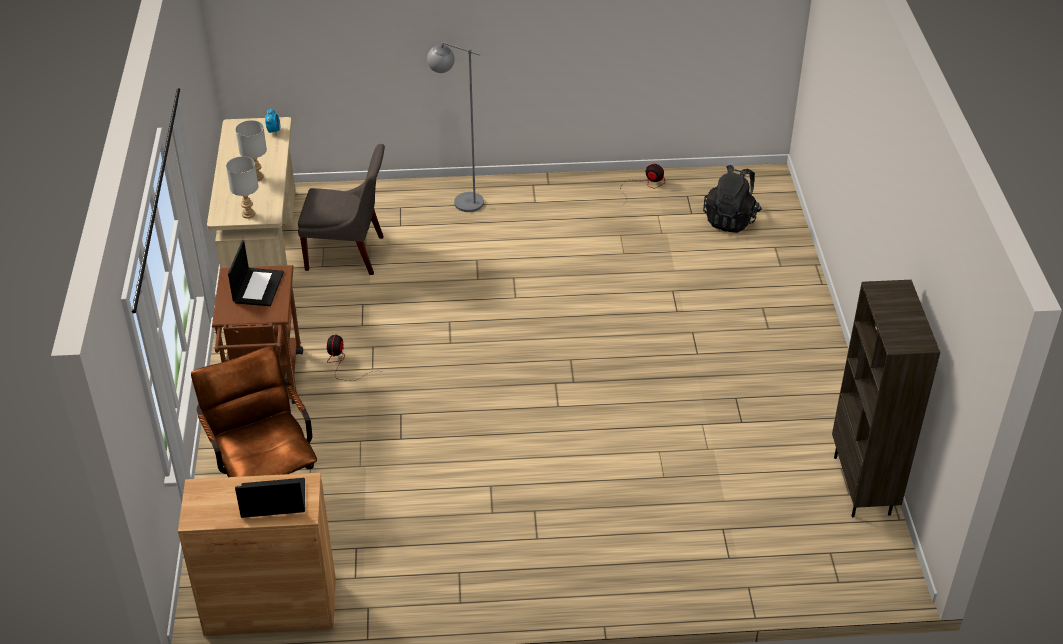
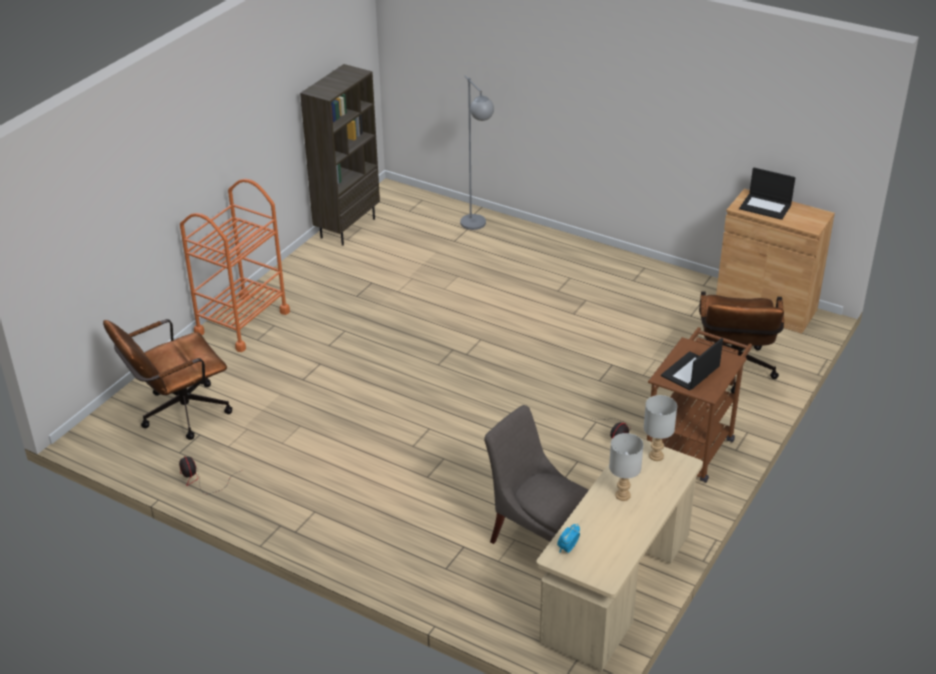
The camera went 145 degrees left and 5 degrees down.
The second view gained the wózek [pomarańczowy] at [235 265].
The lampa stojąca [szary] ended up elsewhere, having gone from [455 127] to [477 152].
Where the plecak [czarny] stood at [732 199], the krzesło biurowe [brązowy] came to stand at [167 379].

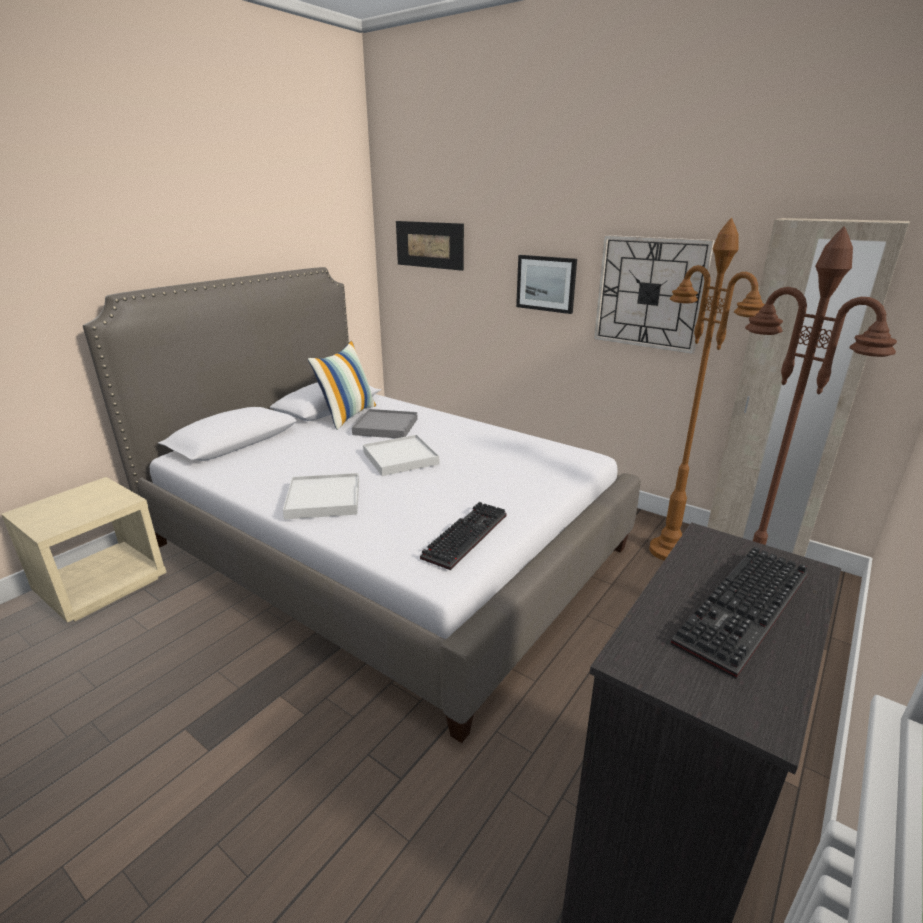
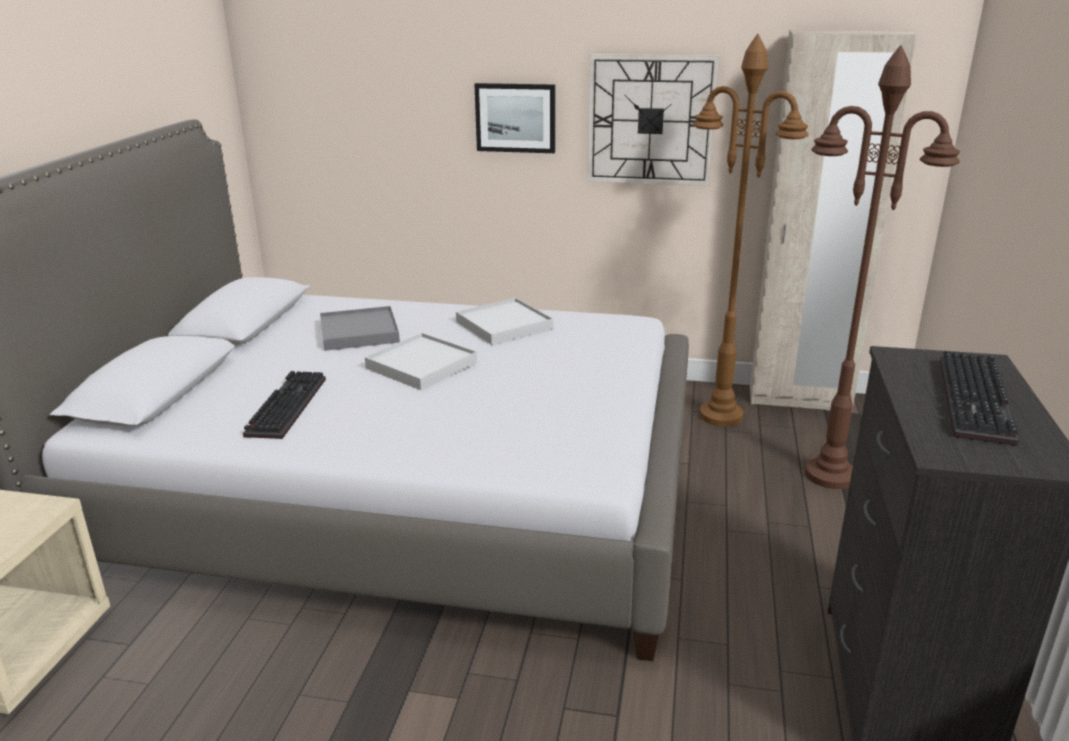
The camera went 25 degrees left and 0 degrees up.
The second view lost the poduszka at [342 385].
The second view lost the obraz at [430 246].
The taca [biały] ended up elsewhere, having gone from [321 496] to [504 321].
The klawiatura ended up elsewhere, having gone from [463 536] to [284 405].

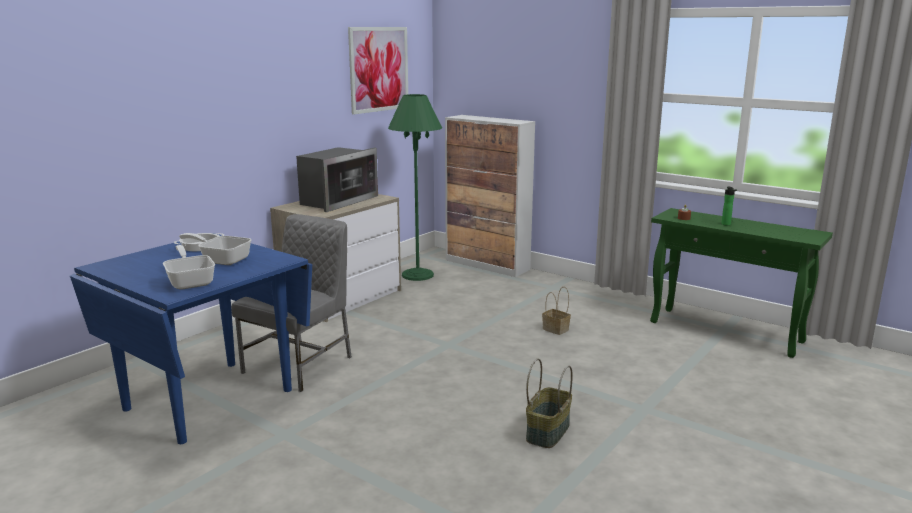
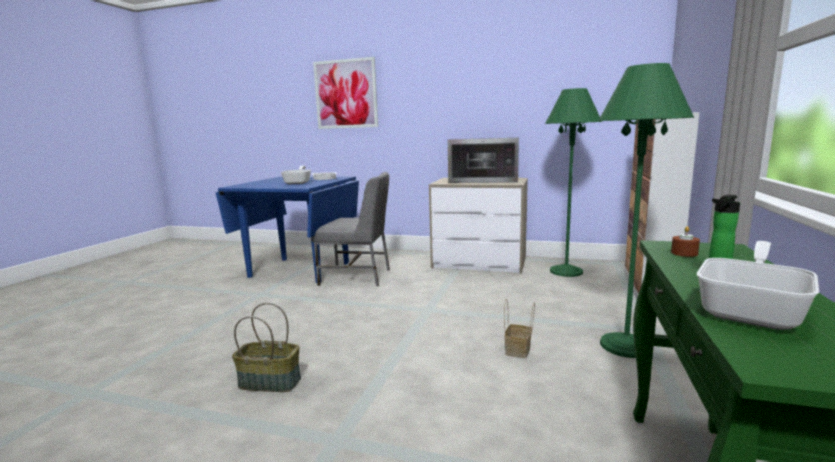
The camera went 70 degrees right and 5 degrees down.
The second view gained the lampa stojąca [zielony] at [646 210].
The patelnia ended up elsewhere, having gone from [189 267] to [758 285].
The obraz ended up elsewhere, having gone from [378 71] to [345 93].

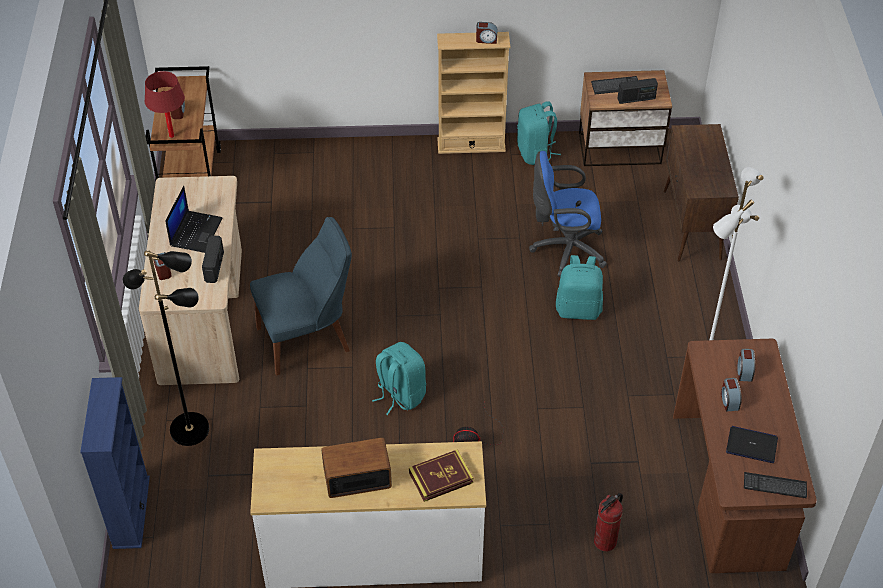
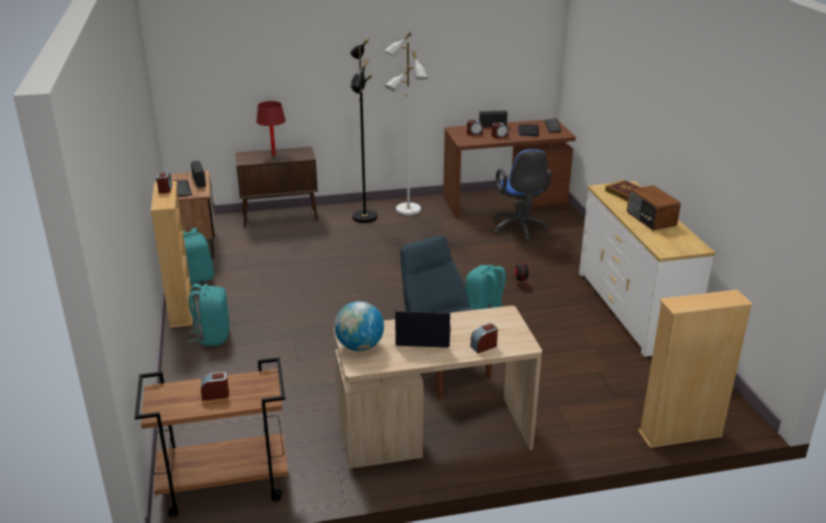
The camera went 100 degrees left and 20 degrees down.
The second view lost the gaśnica at [608 522].
The second view gained the globus at [359 326].
The lampa stojąca [czarny] ended up elsewhere, having gone from [166 348] to [364 130].
The lampa stołowa [czerwony] ended up elsewhere, having gone from [165 104] to [271 128].
The radio ended up elsewhere, having gone from [213 259] to [493 118].
The krzesło biurowe [niebieski] ended up elsewhere, having gone from [568 214] to [522 194].
The plecak [turkusowy] ended up elsewhere, having gone from [579 287] to [209 315].
What was the regał [niebieski] at [115 463] turned into the regał [beżowy] at [695 369].

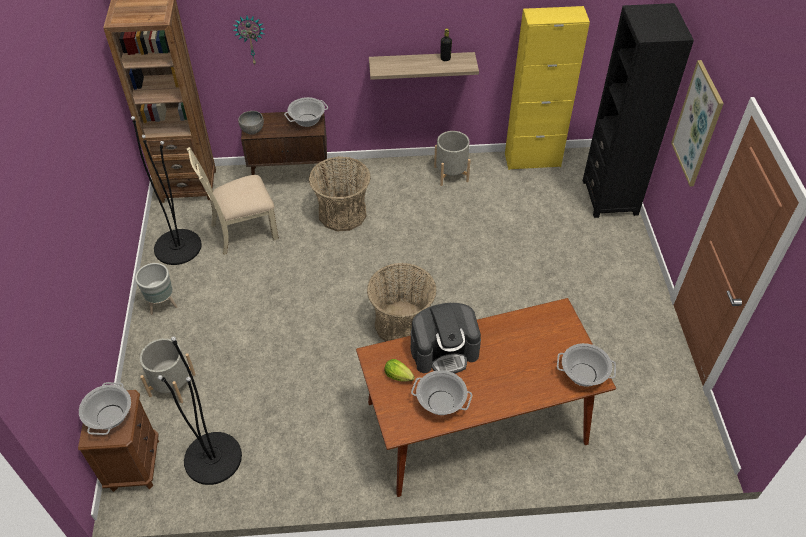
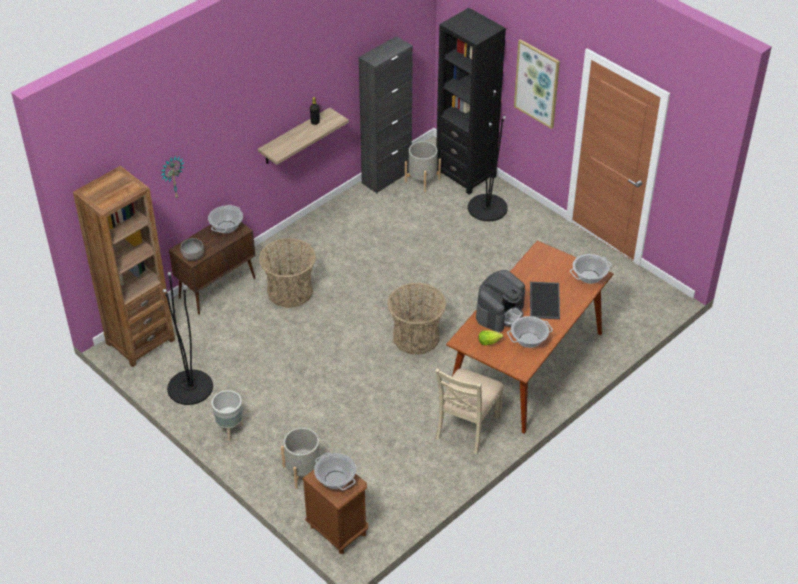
The camera went 40 degrees left and 5 degrees down.
The second view gained the taca at [545 300].
The lampa stojąca [czarny] ended up elsewhere, having gone from [200 411] to [488 155].
The krzesło [beżowy] ended up elsewhere, having gone from [233 201] to [469 411].
The donica [szary] ended up elsewhere, having gone from [452 158] to [423 166].
What was the szafka [żółty] at [547 88] turned into the szafka [czarny] at [386 114].

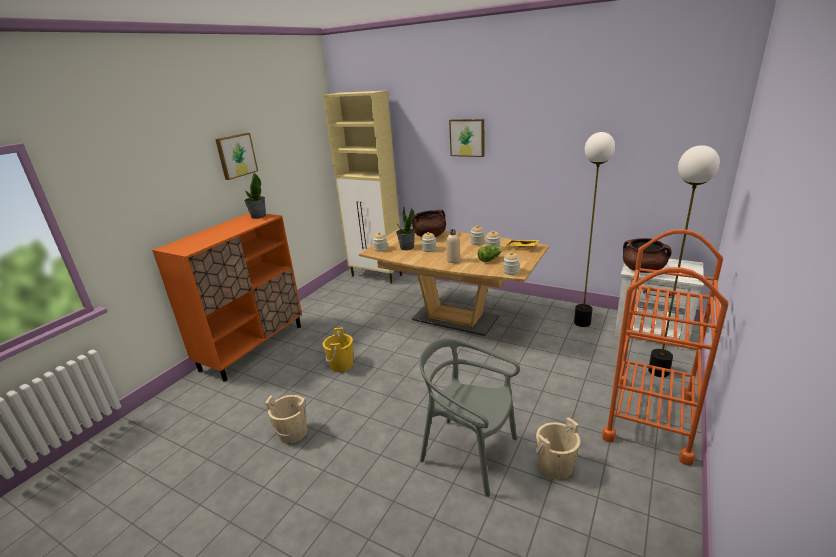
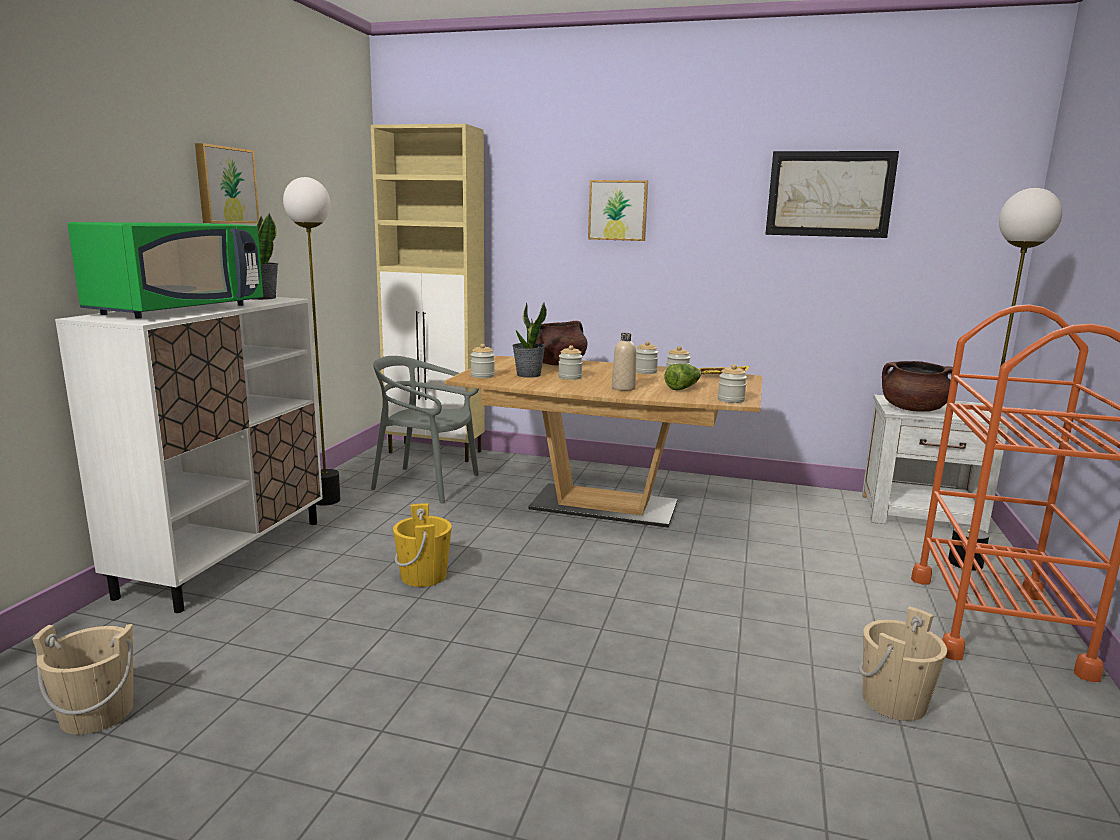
The camera went 15 degrees left and 10 degrees down.
The second view gained the mikrofalówka [zielony] at [165 270].
The second view gained the obraz at [832 194].
The wiadro [beżowy] ended up elsewhere, having gone from [286 419] to [82 679].
The krzesło [szary] ended up elsewhere, having gone from [469 417] to [425 430].
The lampa stojąca ended up elsewhere, having gone from [594 229] to [312 341].
What was the szafka [pomarańczowy] at [227 297] turned into the szafka [biały] at [189 455].

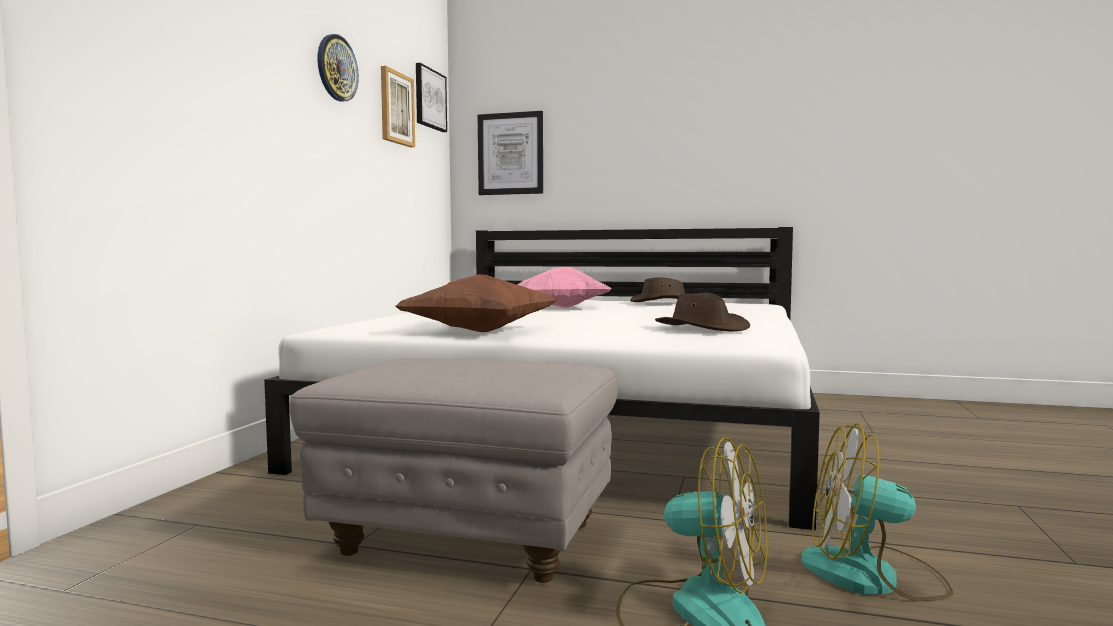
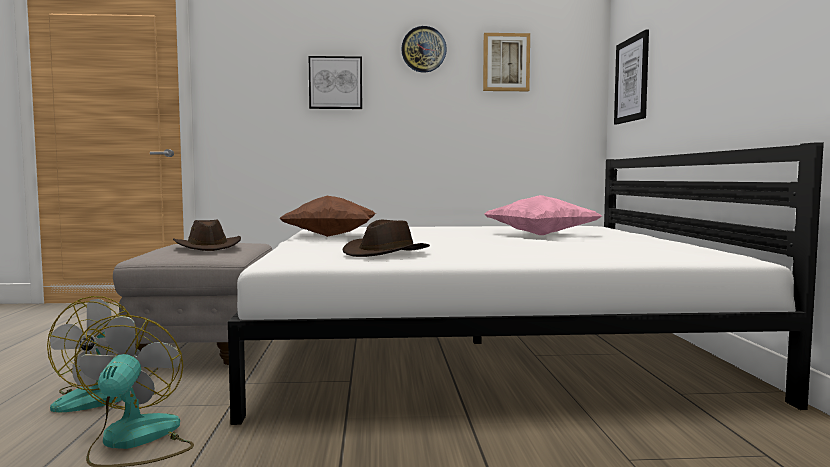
The camera went 70 degrees right and 0 degrees up.
The obraz ended up elsewhere, having gone from [431 97] to [335 82].
The kapelusz [brązowy] ended up elsewhere, having gone from [658 289] to [207 235].

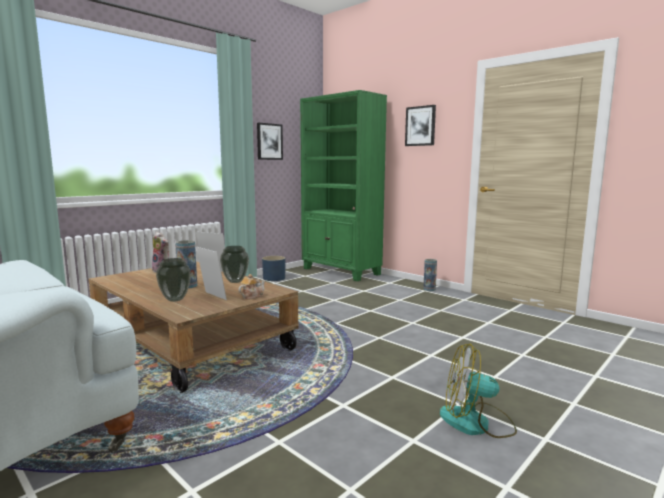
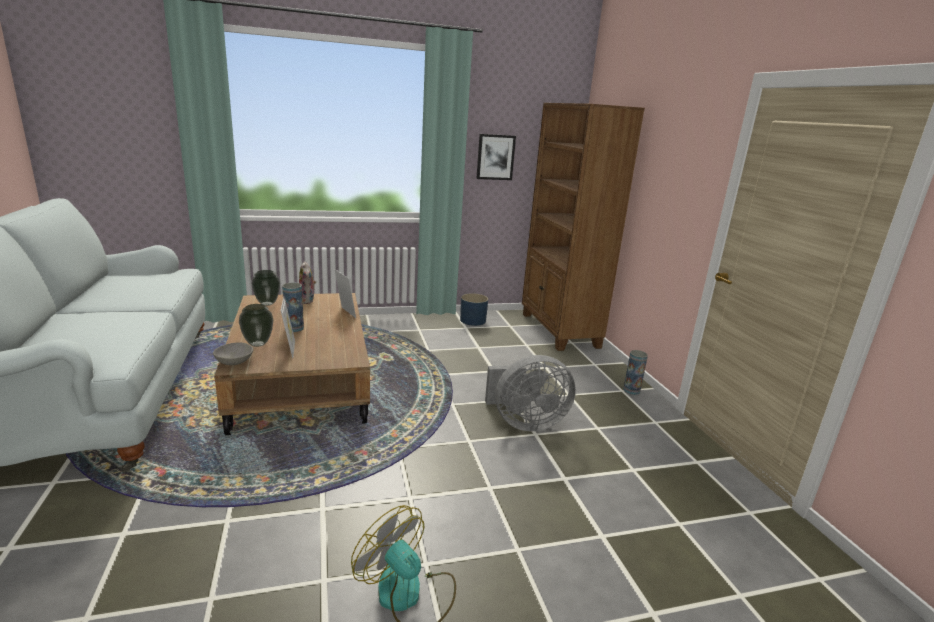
The camera went 30 degrees right and 10 degrees up.
The second view lost the imbryk at [251 287].
The second view lost the obraz at [420 125].
The second view gained the miska [szary] at [233 353].
The second view gained the wentylator [szary] at [530 393].
The wazon ended up elsewhere, having gone from [234 264] to [265 288].
What was the regał [zielony] at [343 185] turned into the regał [brązowy] at [583 227].

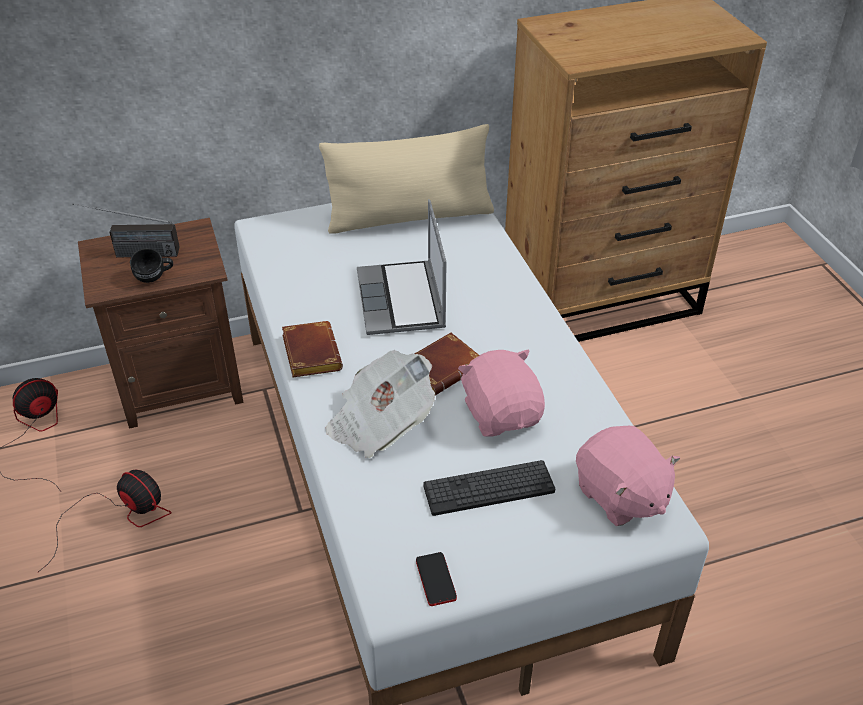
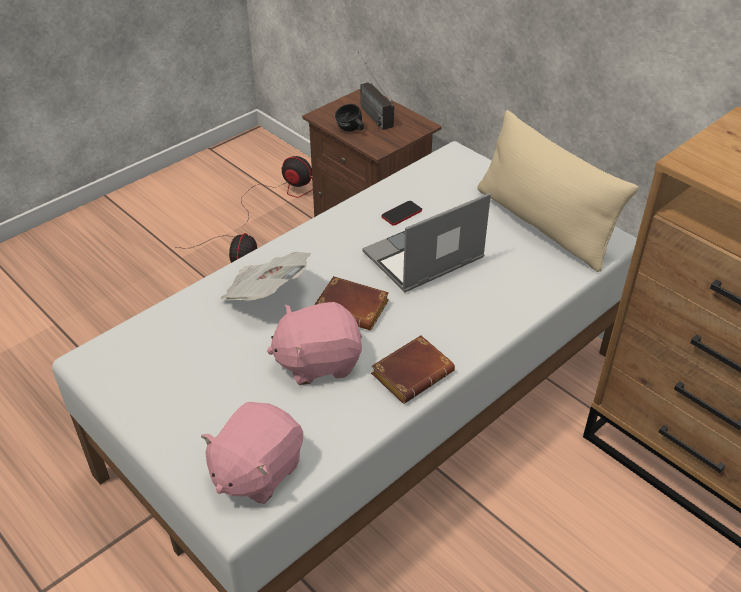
The camera went 65 degrees right and 0 degrees up.
The second view lost the klawiatura at [489 488].
The książka [brązowy] ended up elsewhere, having gone from [312 349] to [413 369].
The telefon ended up elsewhere, having gone from [436 579] to [401 213].
The pluszak [różowy] at [501 393] ended up facing another way, 150 degrees counterclockwise from before.

